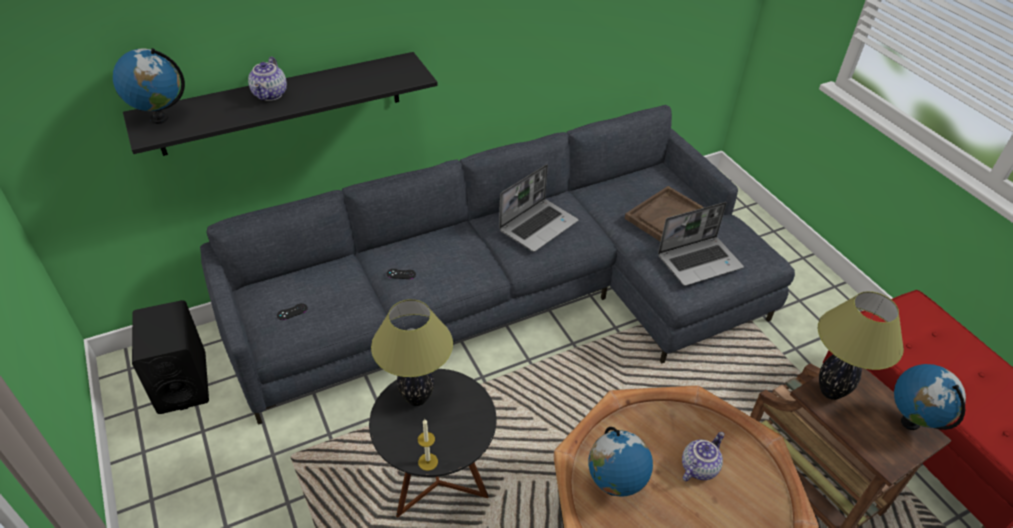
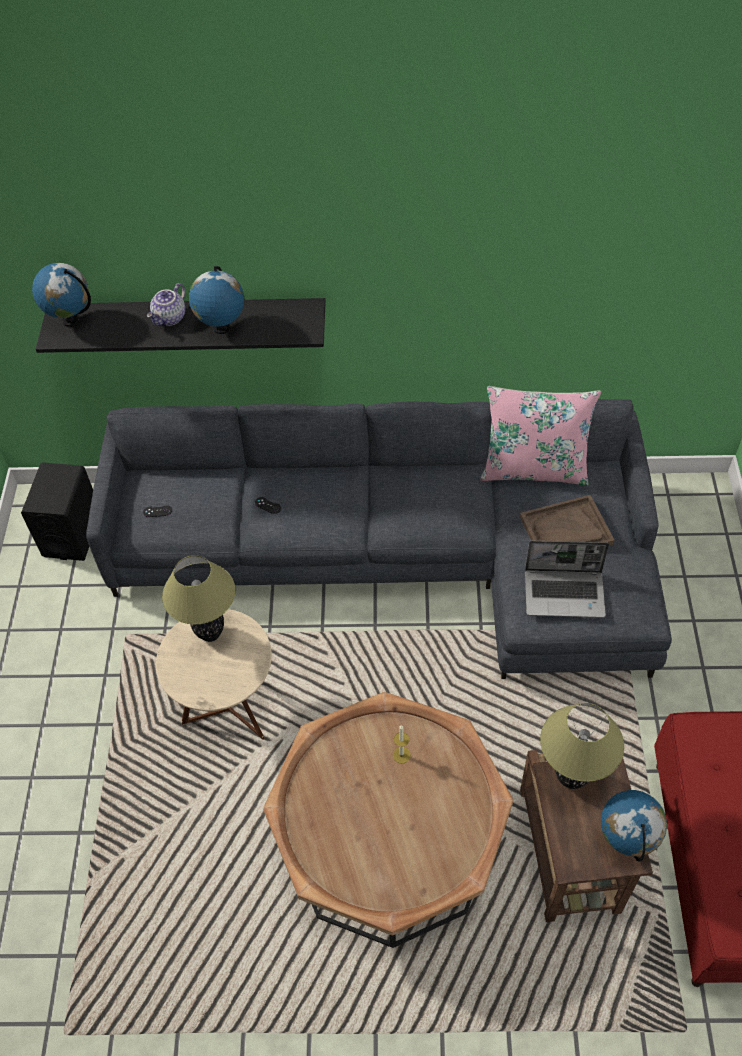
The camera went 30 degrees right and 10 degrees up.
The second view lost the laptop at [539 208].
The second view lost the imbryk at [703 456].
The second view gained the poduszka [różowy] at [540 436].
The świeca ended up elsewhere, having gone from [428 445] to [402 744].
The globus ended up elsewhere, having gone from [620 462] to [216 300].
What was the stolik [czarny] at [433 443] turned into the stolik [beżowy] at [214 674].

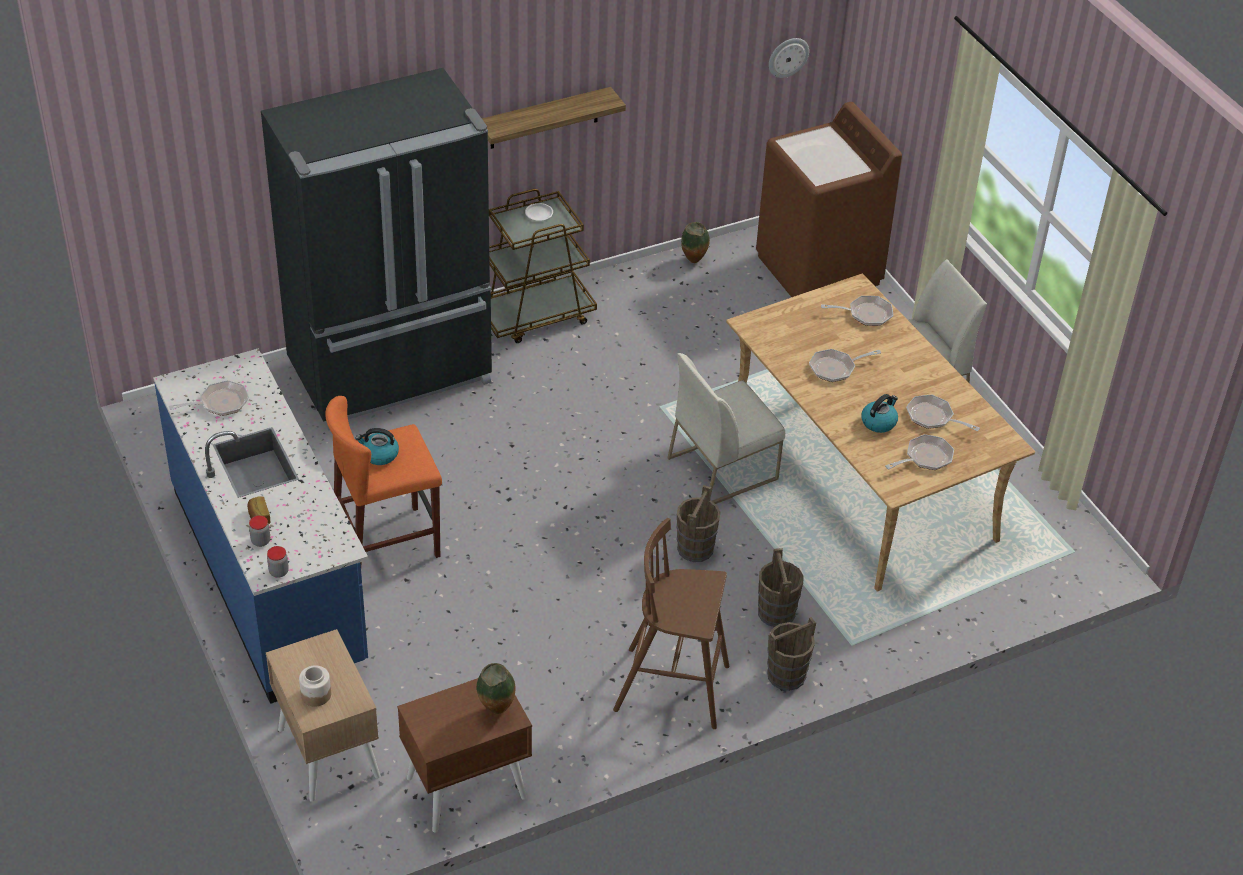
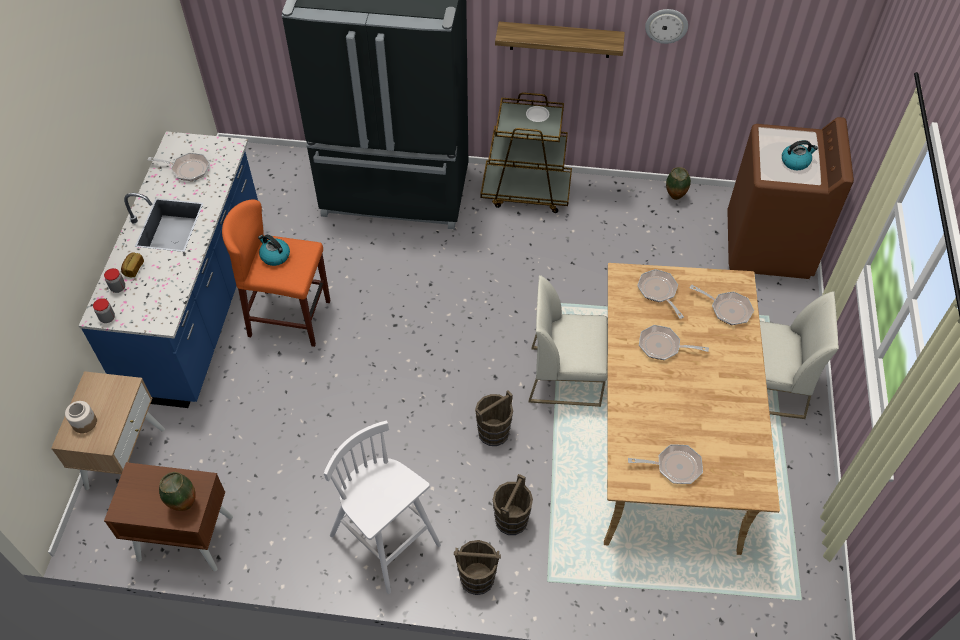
The camera went 35 degrees right and 10 degrees up.
The zegar ścienny ended up elsewhere, having gone from [789 58] to [666 26].
The czajnik ended up elsewhere, having gone from [879 413] to [800 155].
The patelnia ended up elsewhere, having gone from [943 413] to [660 294].
What was the stołek [brązowy] at [671 623] turned into the stołek [biały] at [382 507].

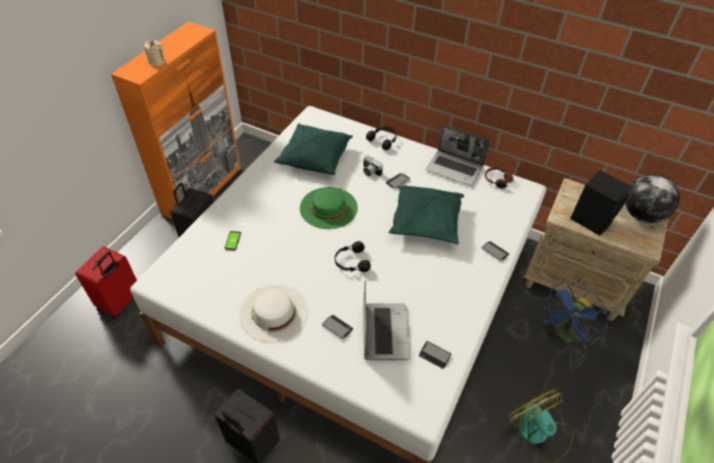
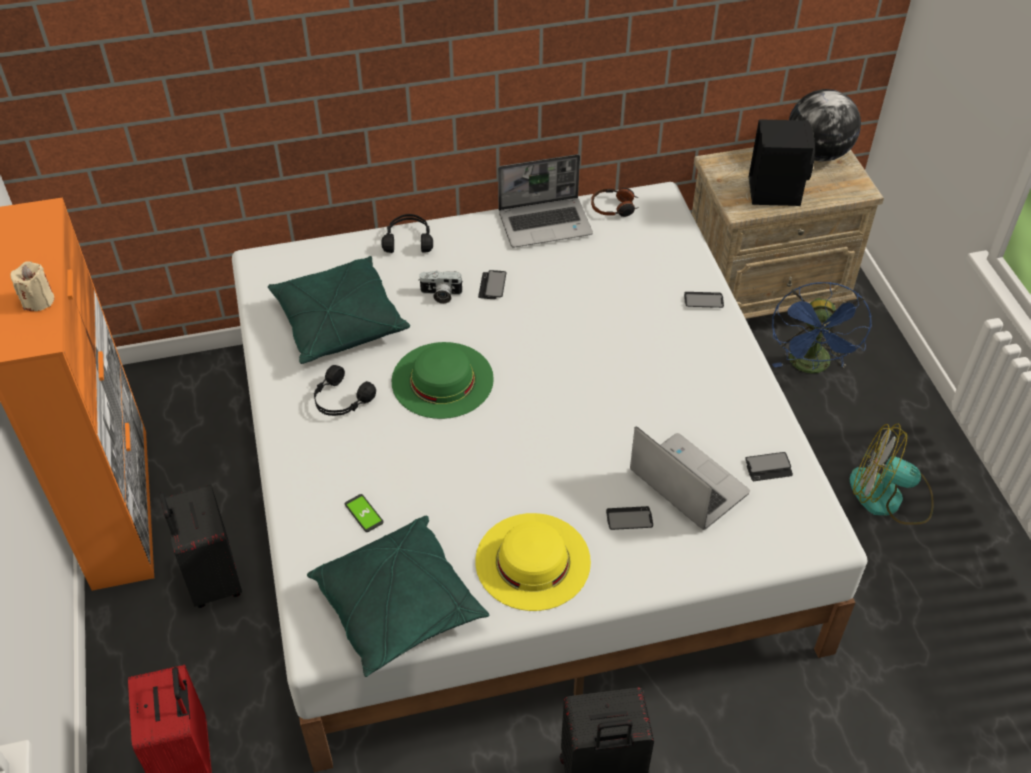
The camera went 40 degrees left and 0 degrees up.
The słuchawki [czarny] ended up elsewhere, having gone from [353 256] to [345 390].
The poduszka [zielony] ended up elsewhere, having gone from [426 215] to [398 596].
What was the kapelusz [biały] at [273 314] turned into the kapelusz [żółty] at [533 562].

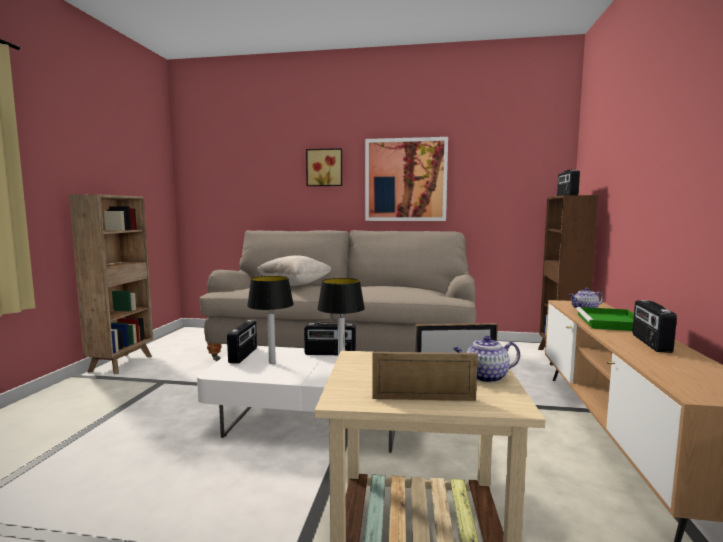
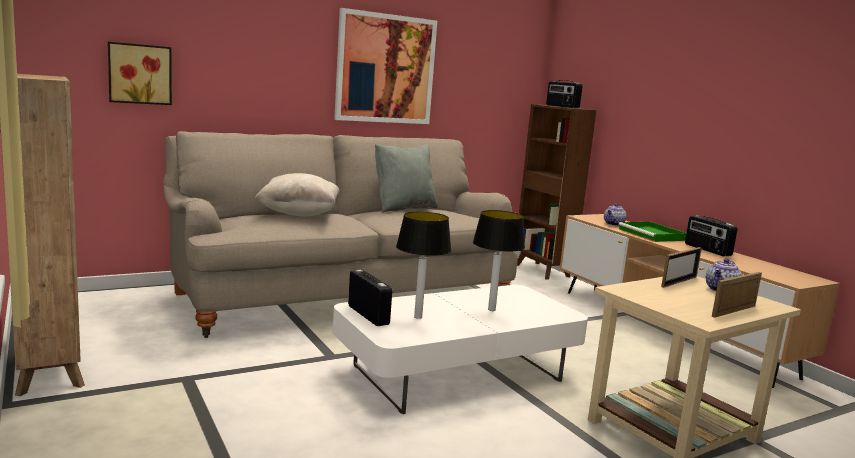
The camera went 40 degrees left and 5 degrees up.
The second view lost the radio at [330 338].
The second view gained the poduszka [szary] at [406 178].
The obraz ended up elsewhere, having gone from [324 167] to [140 73].

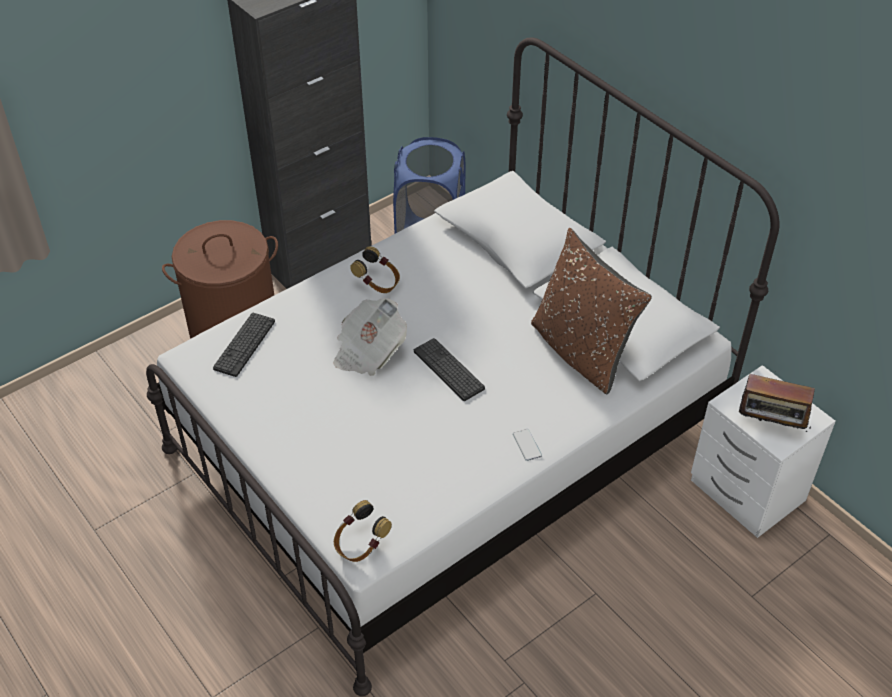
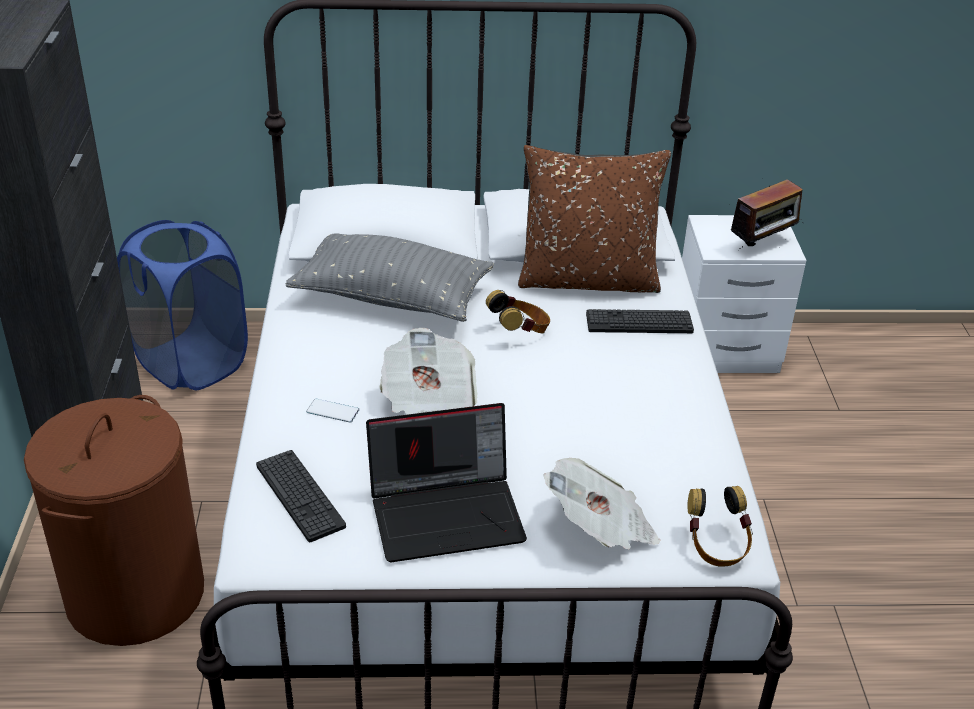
The camera went 55 degrees left and 10 degrees down.
The second view gained the poduszka [szary] at [390 278].
The second view gained the laptop at [446 482].
The second view gained the gazeta at [602 504].
The słuchawki ended up elsewhere, having gone from [375 269] to [518 311].
The klawiatura ended up elsewhere, having gone from [449 369] to [640 321].
The telefon ended up elsewhere, having gone from [527 445] to [332 410].

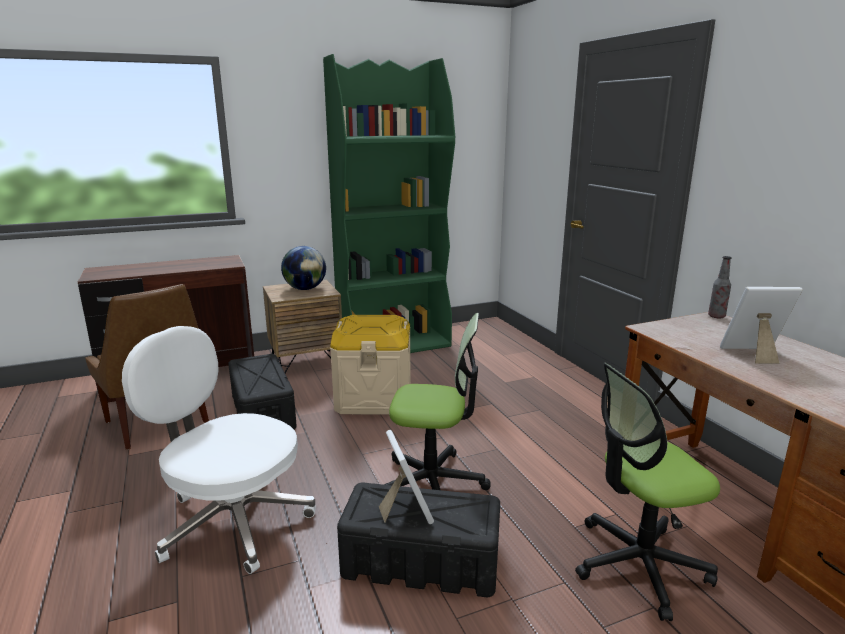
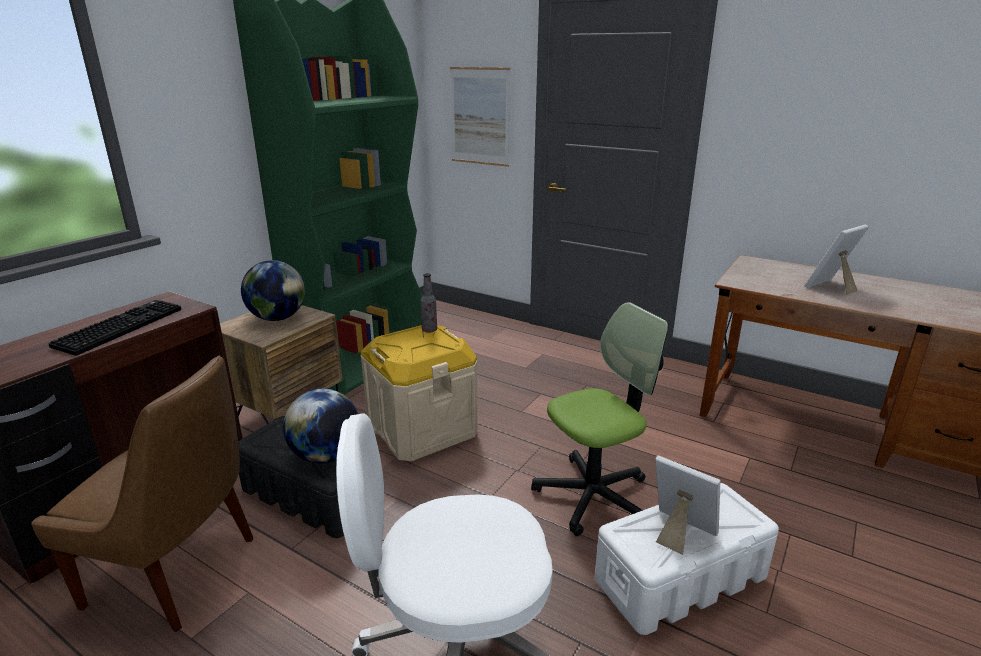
The camera went 35 degrees left and 5 degrees up.
The second view lost the krzesło biurowe at [647 492].
The second view gained the klawiatura at [114 328].
The second view gained the globus at [320 426].
The second view gained the obraz at [480 117].
The butelka ended up elsewhere, having gone from [720 287] to [429 303].
What was the pojemnik do przechowywania [czarny] at [418 540] turned into the pojemnik do przechowywania [biały] at [687 559].

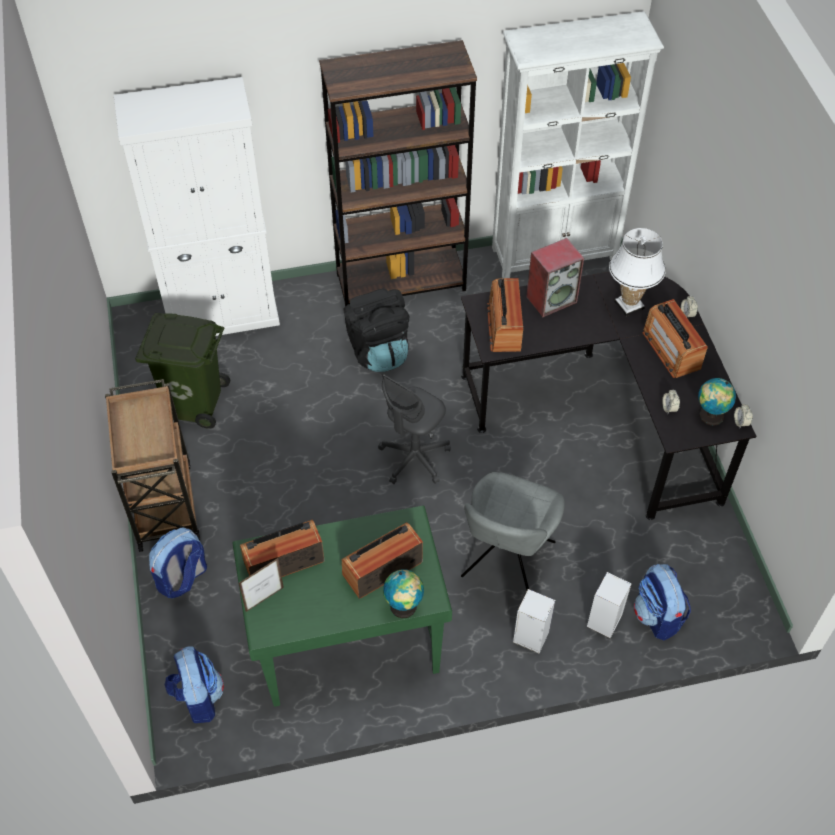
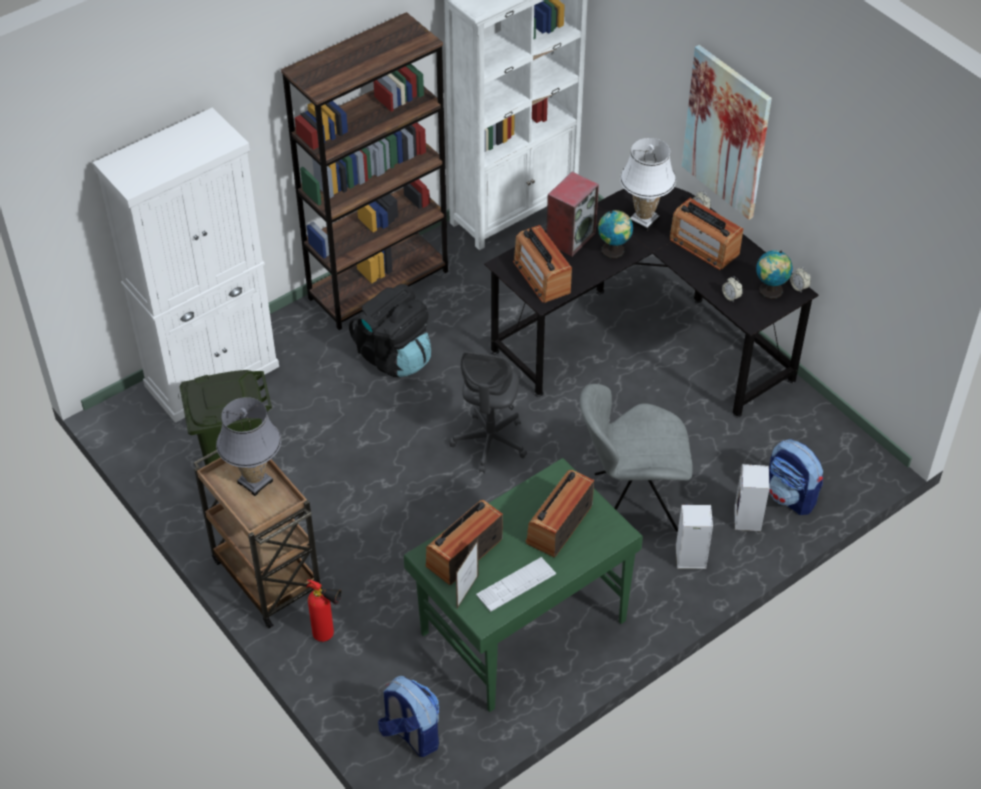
The camera went 25 degrees left and 5 degrees down.
The second view gained the lampa stołowa [szary] at [248 446].
The second view gained the klawiatura at [516 584].
The second view gained the obraz at [727 132].
The globus ended up elsewhere, having gone from [403 593] to [615 234].
Where the plecak stood at [178 563], the gaśnica came to stand at [324 611].
The krzesło [szary] at [513 531] ended up facing another way, 90 degrees clockwise from before.

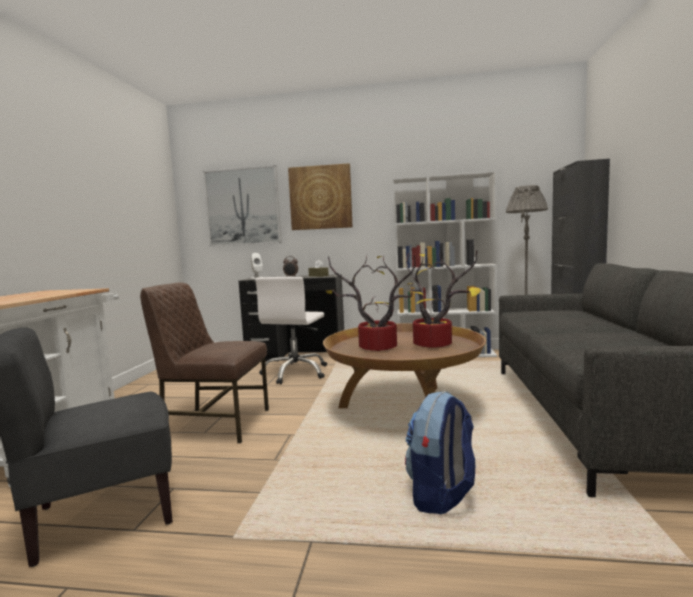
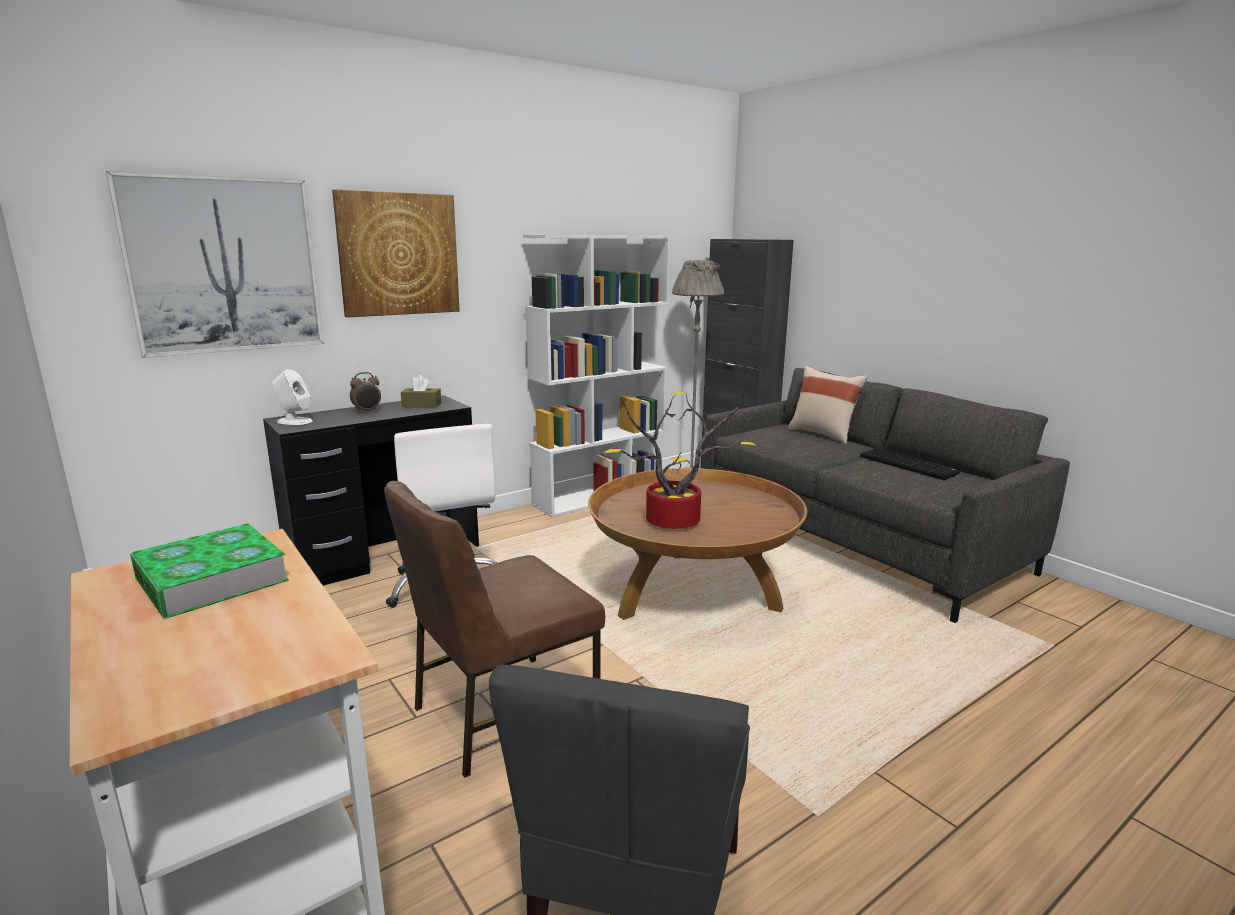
The camera went 45 degrees left and 10 degrees up.
The second view lost the plecak at [440 452].
The second view lost the roślina doniczkowa at [443 298].
The second view gained the książka at [209 571].
The second view gained the poduszka [beżowy] at [827 405].
The second view gained the klawiatura at [910 464].

